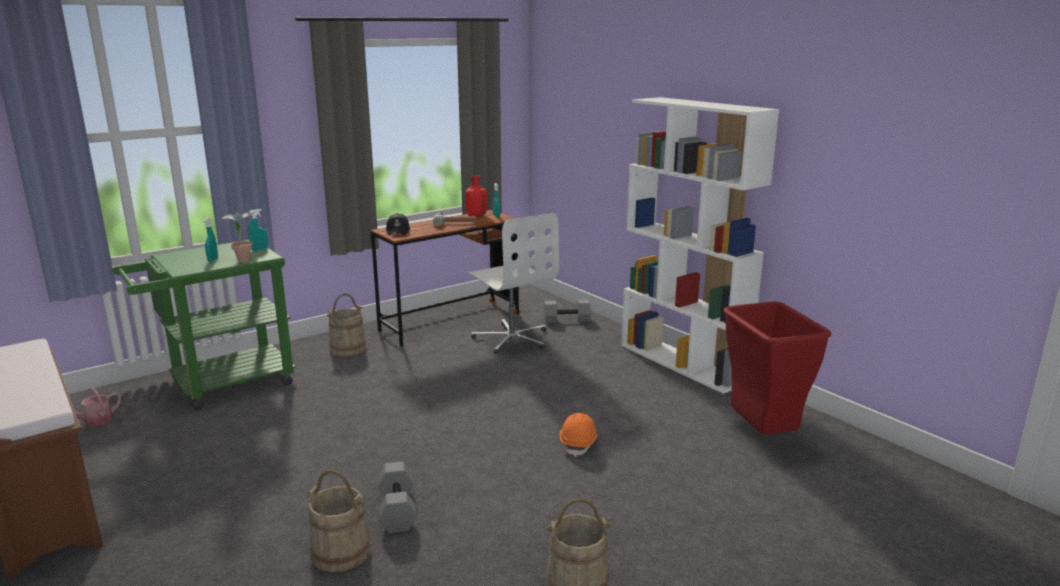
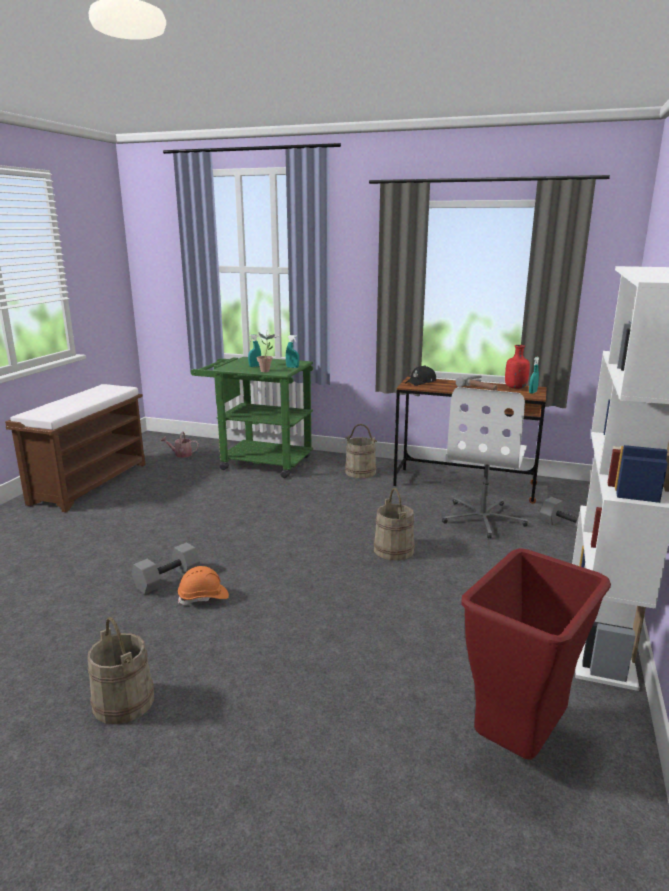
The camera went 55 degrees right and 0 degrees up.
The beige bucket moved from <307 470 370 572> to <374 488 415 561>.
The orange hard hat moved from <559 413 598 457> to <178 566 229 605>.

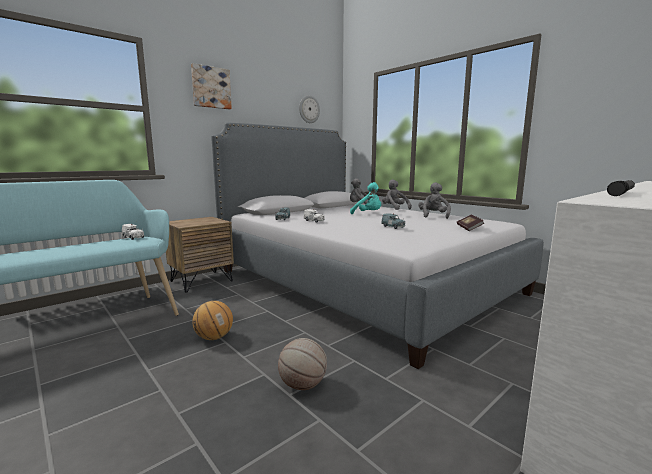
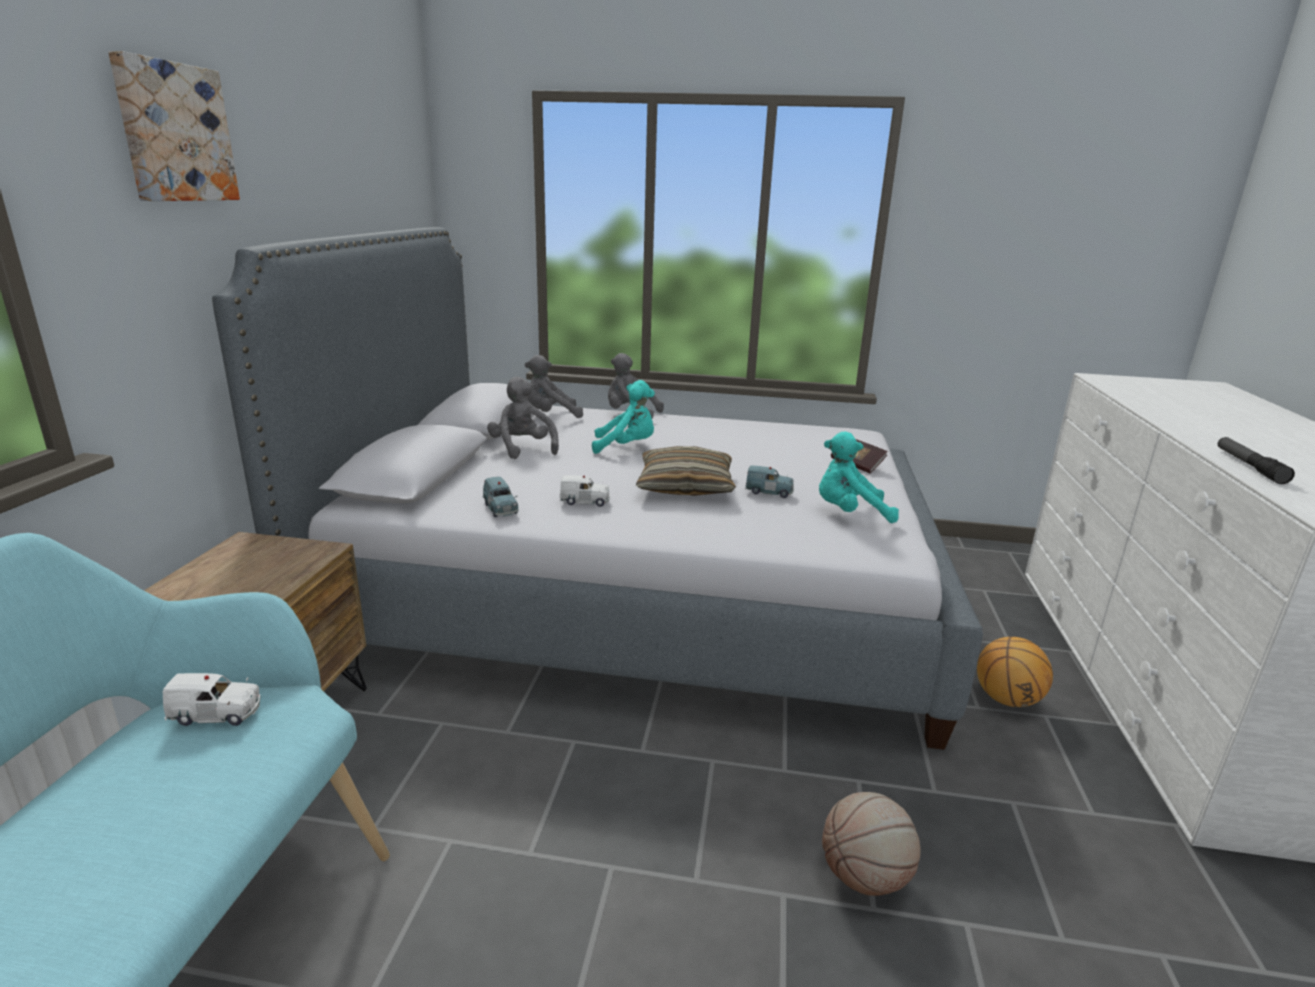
The camera went 40 degrees left and 10 degrees up.
The wall clock at <299 95 320 123> disappeared.
The pillow at <636 446 736 496> appeared.
The turquoise plush toy at <819 432 899 523> appeared.
The basketball moved from <192 301 233 340> to <977 637 1053 707>.
The grey plush toy moved from <418 182 451 219> to <487 377 559 459>.

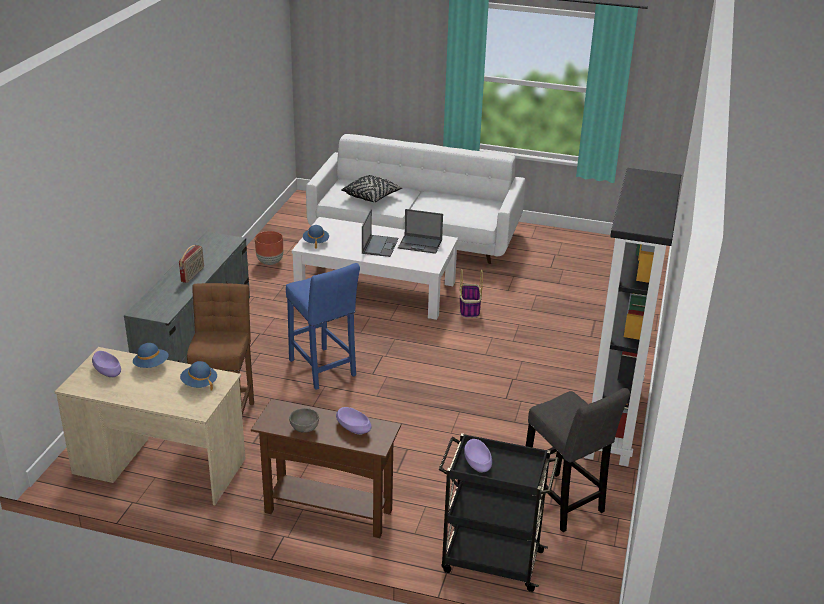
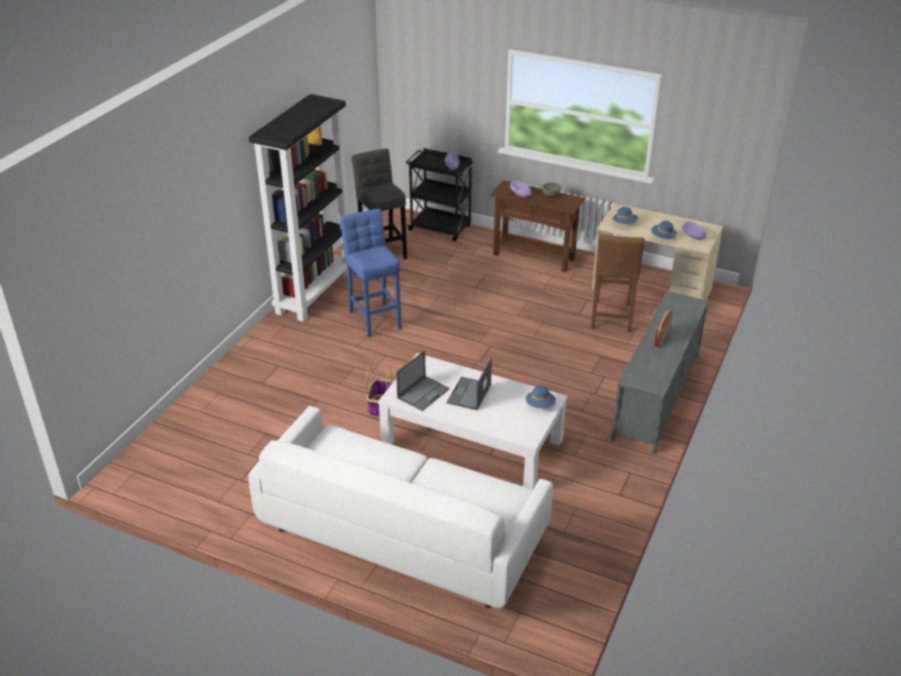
The camera went 170 degrees left and 5 degrees up.
The brown planter at <255 231 283 265> disappeared.
The black pillow at <341 175 403 202> disappeared.
The blue stool moved from <286 263 360 390> to <340 208 402 338>.
The laptop at <398 209 443 254> turned 105 degrees clockwise.

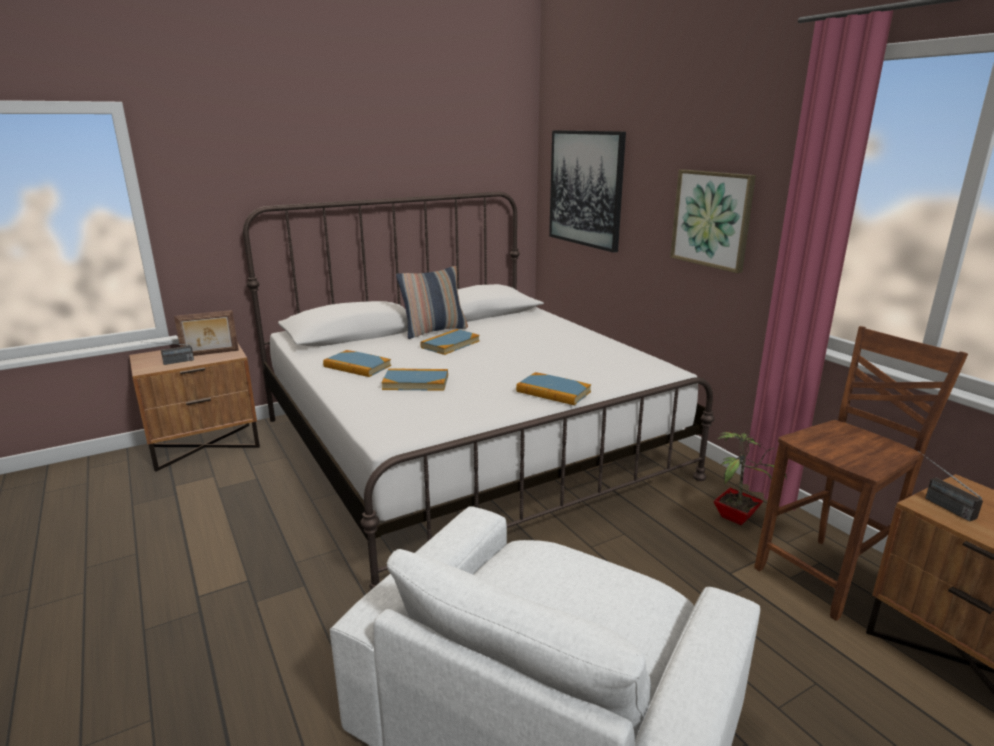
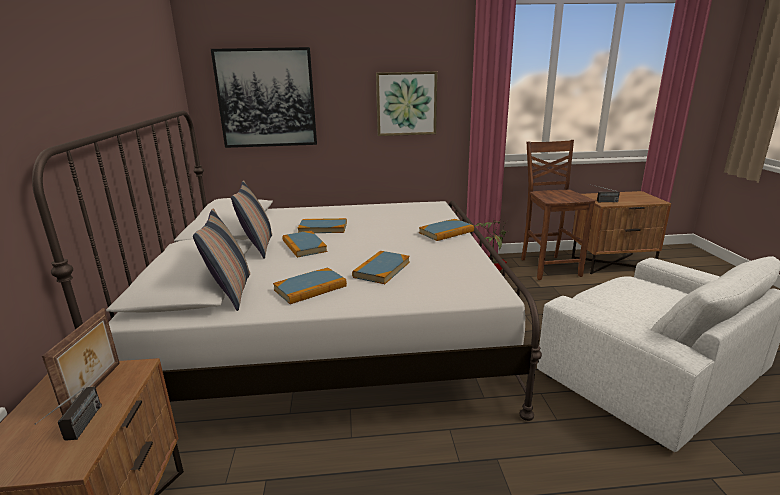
The camera went 65 degrees left and 0 degrees up.
The pillow at <193 208 250 311> appeared.
The book at <298 218 347 233> appeared.

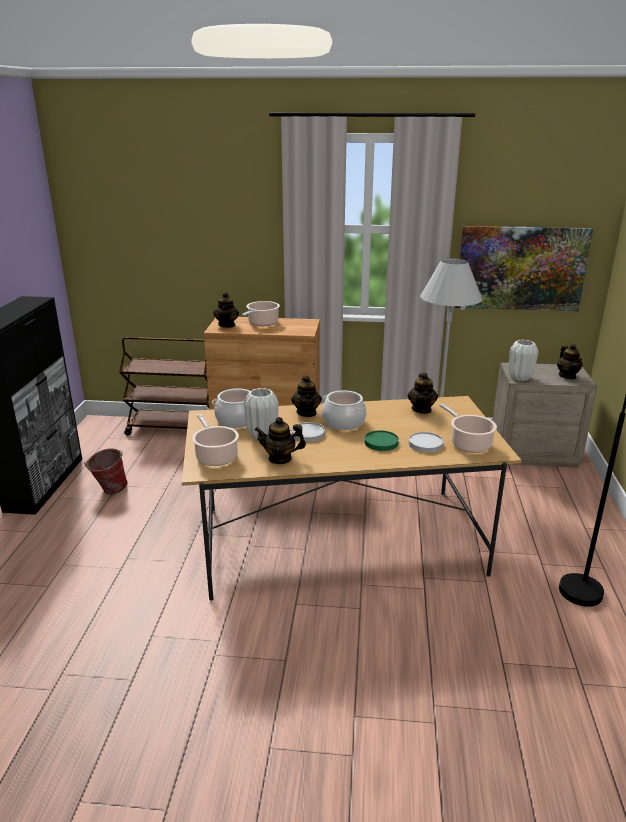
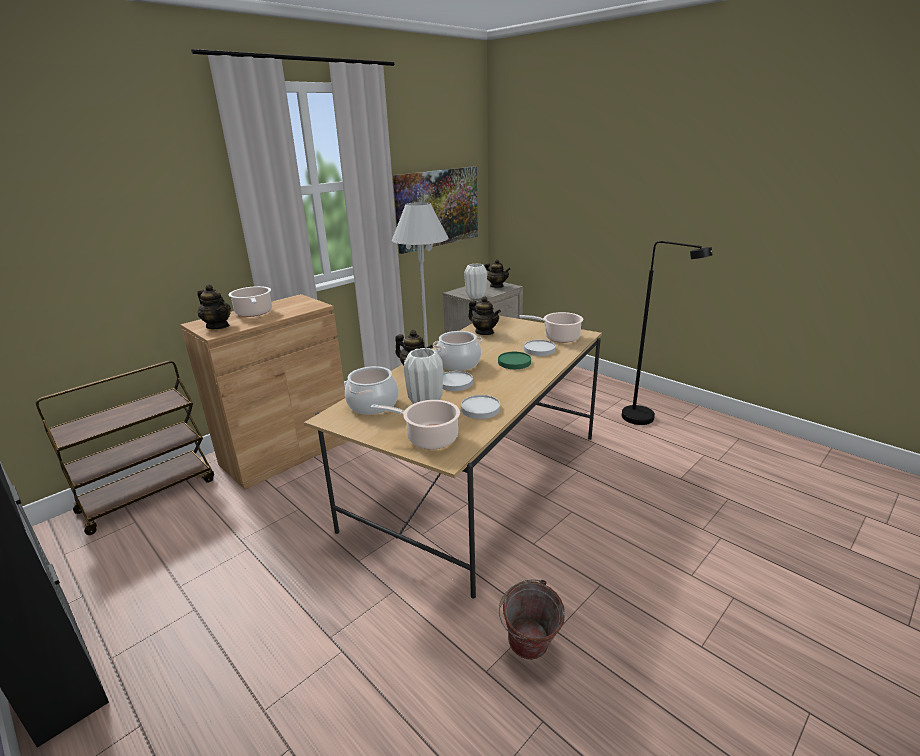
The camera went 50 degrees left and 0 degrees up.
The bucket moved from <84 448 128 494> to <499 579 565 659>.
The teapot at <254 417 306 464> was replaced by the white plate at <461 395 500 419>.

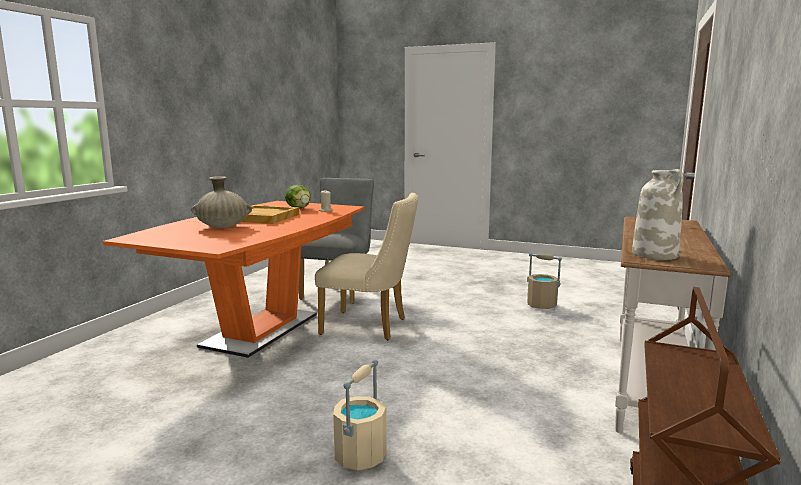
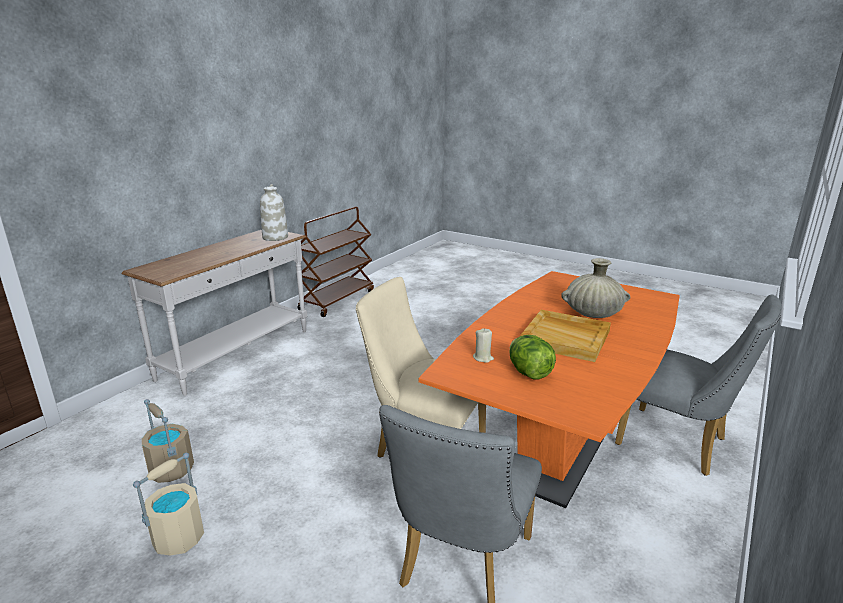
The camera went 170 degrees left and 10 degrees up.
The grey chair at <615 295 782 476> appeared.
The beige bucket moved from <333 360 387 471> to <133 453 204 556>.

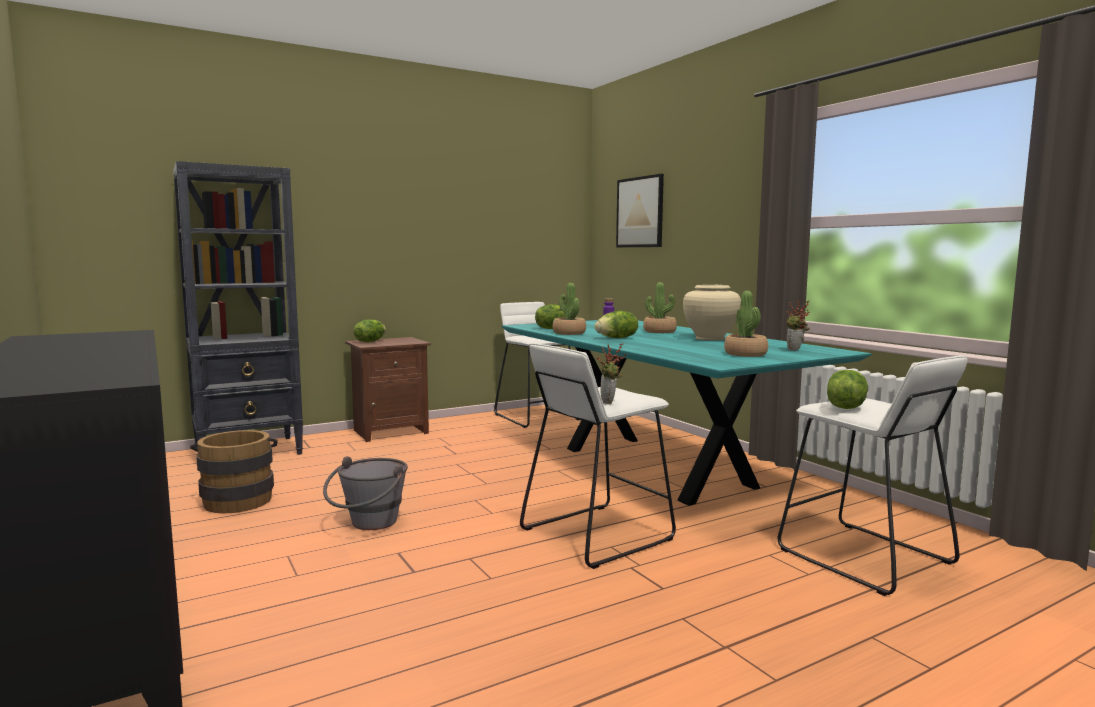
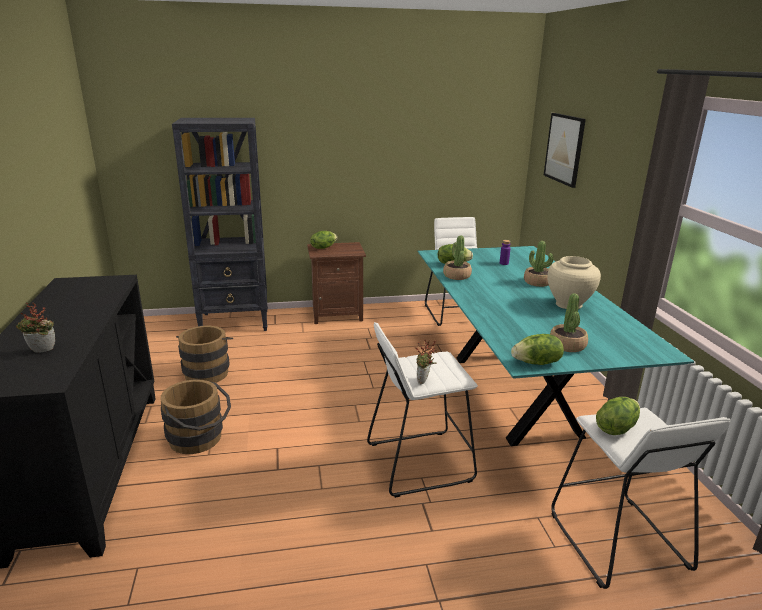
The camera went 20 degrees right and 15 degrees up.
The grey bucket at <323 456 408 530> disappeared.
The brown bucket at <161 380 231 454> appeared.
The lettuce moved from <595 311 638 338> to <511 334 564 365>.
The potted plant moved from <786 301 810 350> to <16 302 55 353>.

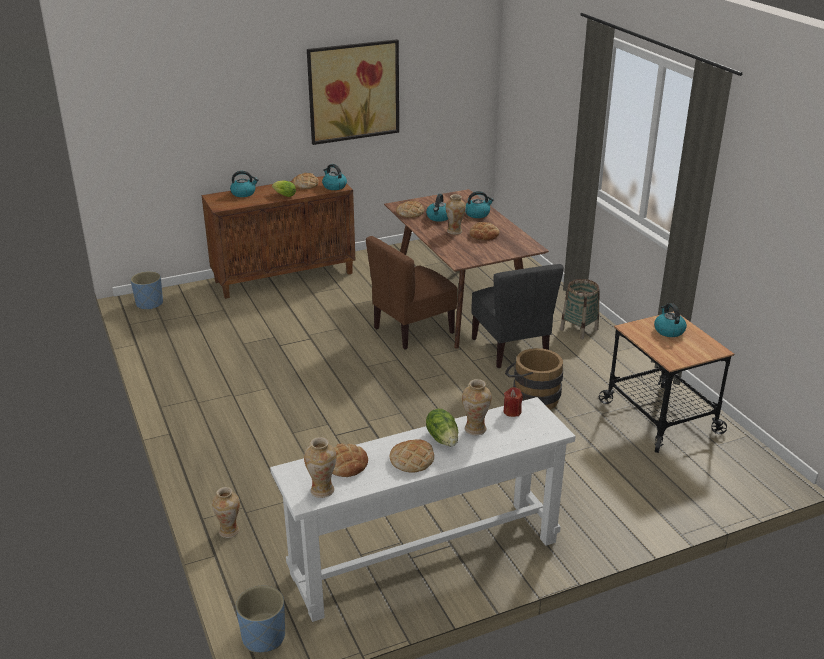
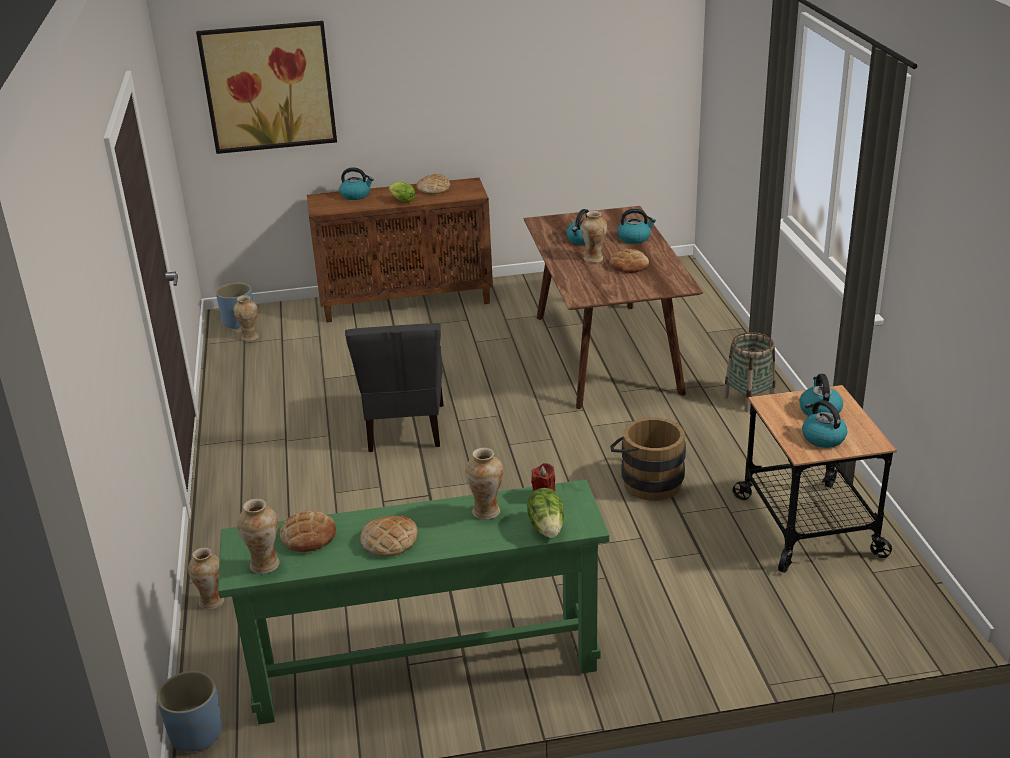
The camera went 15 degrees right and 0 degrees up.
The brown chair at <366 236 457 350> disappeared.
The bread at <396 201 424 218> disappeared.
The vase at <234 295 259 341> appeared.
The picture moved from <307 39 399 145> to <196 21 337 154>.
The kettle moved from <322 164 347 190> to <802 400 847 448>.
The lettuce moved from <426 409 458 446> to <527 488 564 538>.
The grey chair moved from <472 264 564 368> to <345 323 443 452>.
The white console table at <270 397 576 622> became the green console table at <218 479 610 725>.

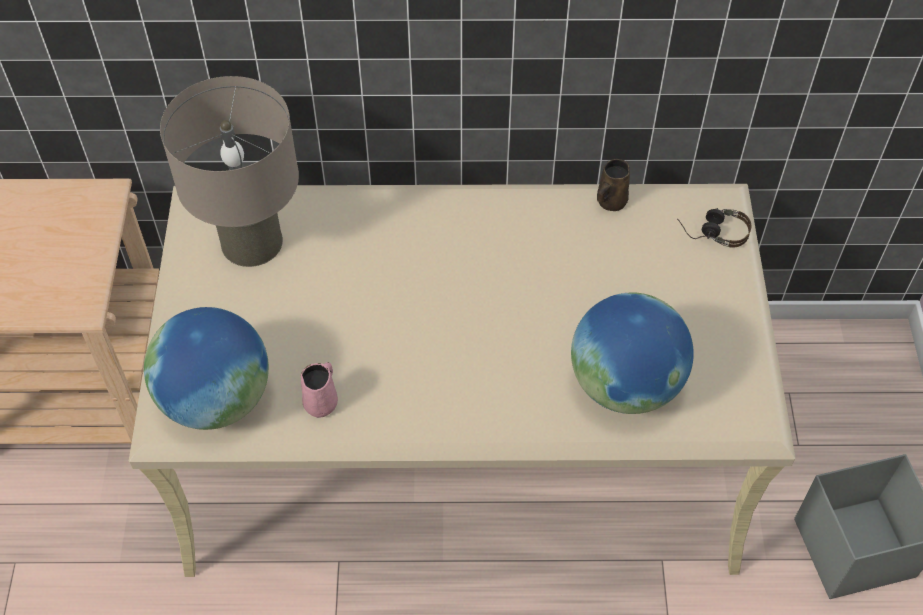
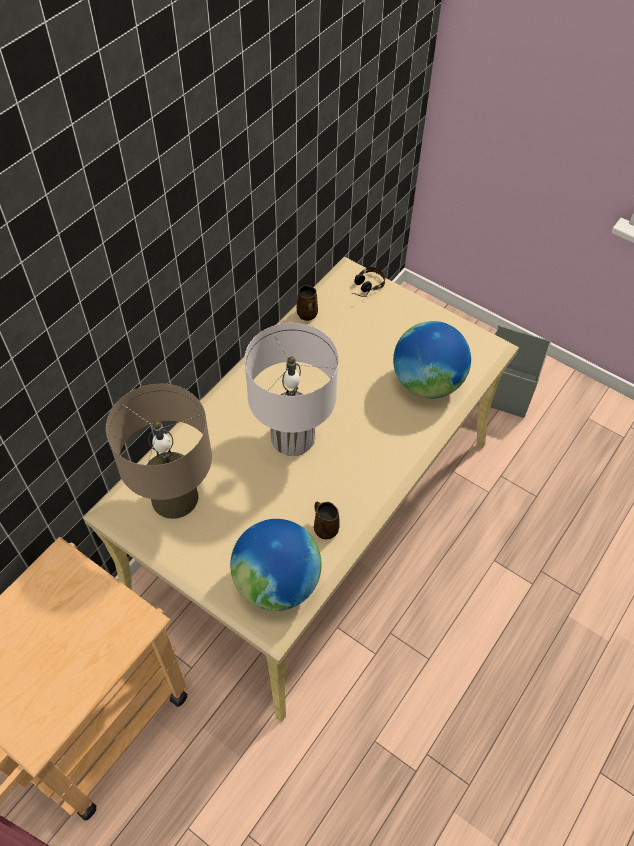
The camera went 55 degrees left and 0 degrees up.
The white table lamp at <244 323 339 456> appeared.
The pink mug at <301 362 338 418> became the brown mug at <314 502 340 539>.

